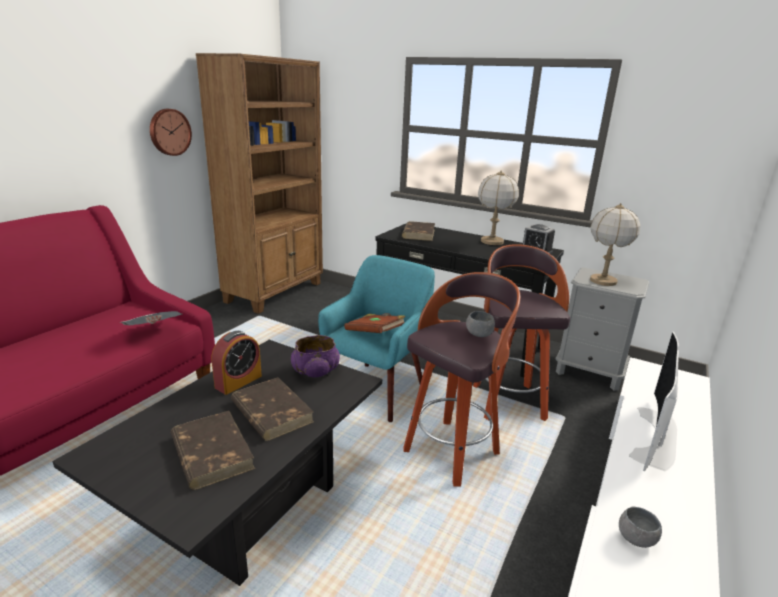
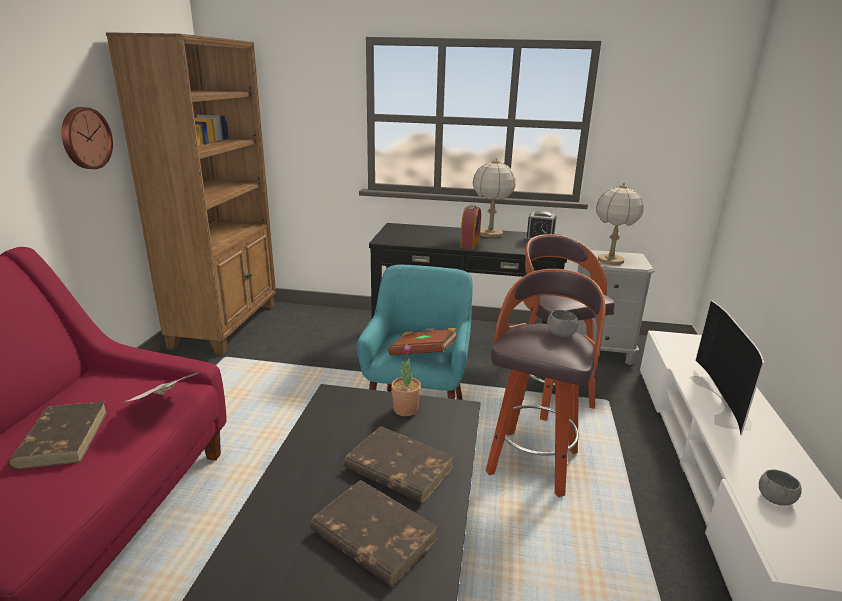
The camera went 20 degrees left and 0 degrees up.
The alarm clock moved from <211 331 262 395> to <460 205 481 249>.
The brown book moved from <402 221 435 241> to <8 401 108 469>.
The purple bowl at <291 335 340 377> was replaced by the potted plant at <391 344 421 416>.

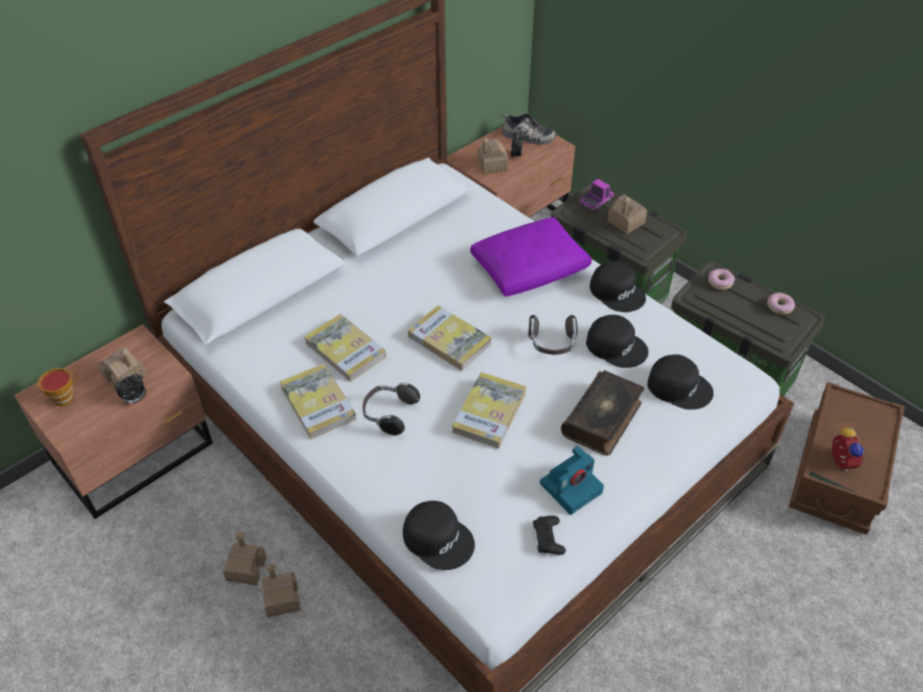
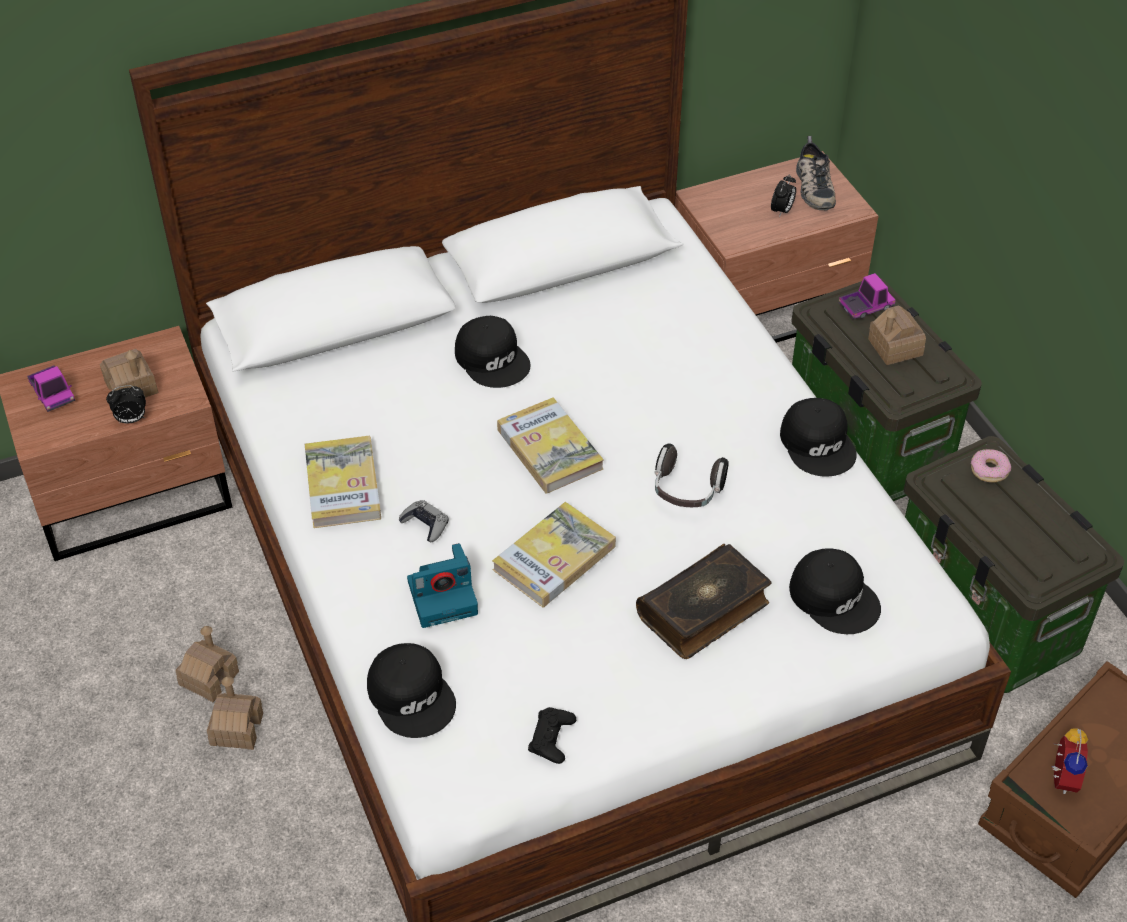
The camera went 20 degrees right and 0 degrees up.
The book at <304 314 386 382> disappeared.
The purple pillow at <470 217 592 297> disappeared.
The toy house at <478 137 508 174> disappeared.
The donut at <767 292 795 315> disappeared.
The photo camera moved from <540 446 604 515> to <407 543 478 628>.
The black cap moved from <586 315 649 368> to <455 316 530 388>.
The cup at <38 368 78 406> was replaced by the toy truck at <27 365 75 412>.
The headphones at <362 383 420 435> was replaced by the grey game controller at <399 500 449 542>.
The shoe at <501 114 556 145> turned 45 degrees clockwise.

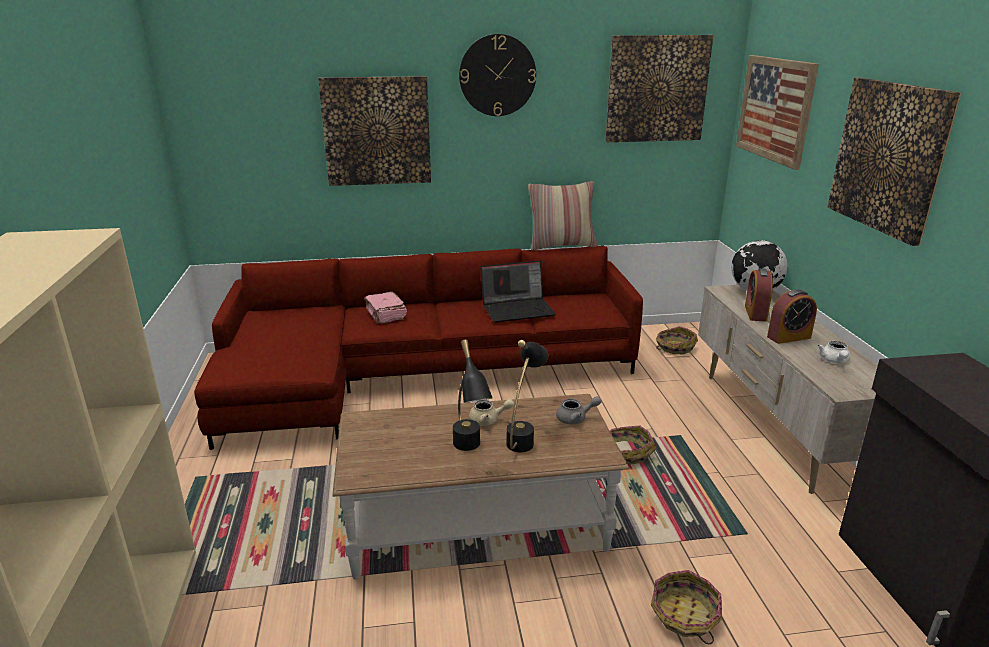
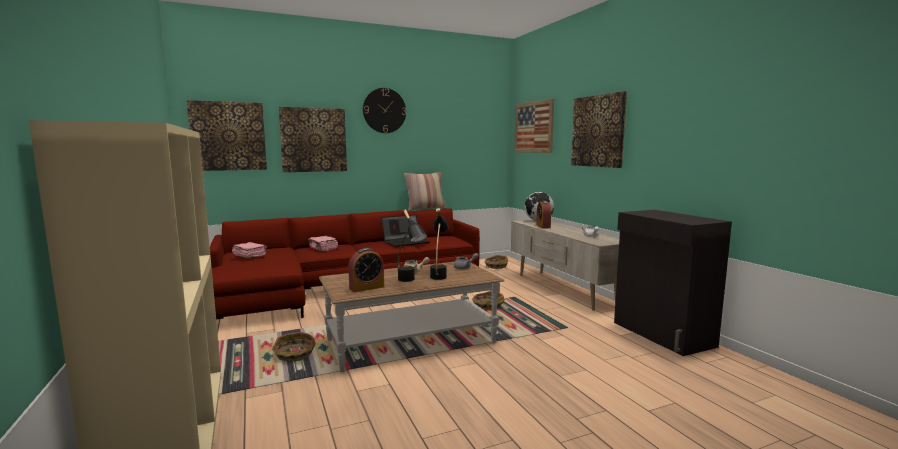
The camera went 15 degrees left and 15 degrees down.
The pink book at <232 242 267 258> appeared.
The picture moved from <605 35 713 142> to <187 100 267 171>.
The basket moved from <651 570 722 644> to <272 332 316 362>.
The alarm clock moved from <767 290 817 344> to <349 248 384 292>.

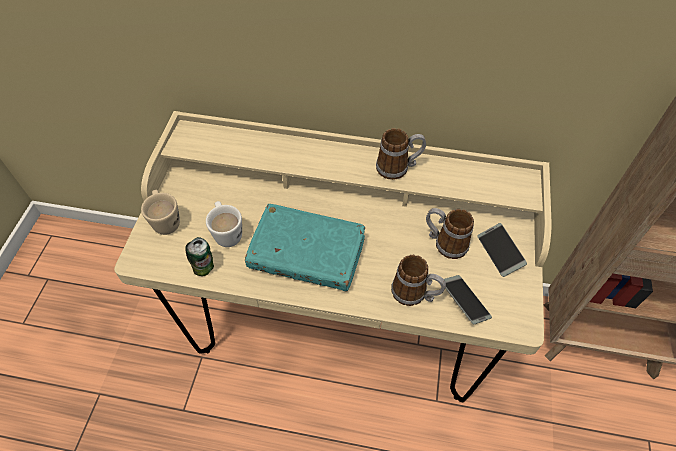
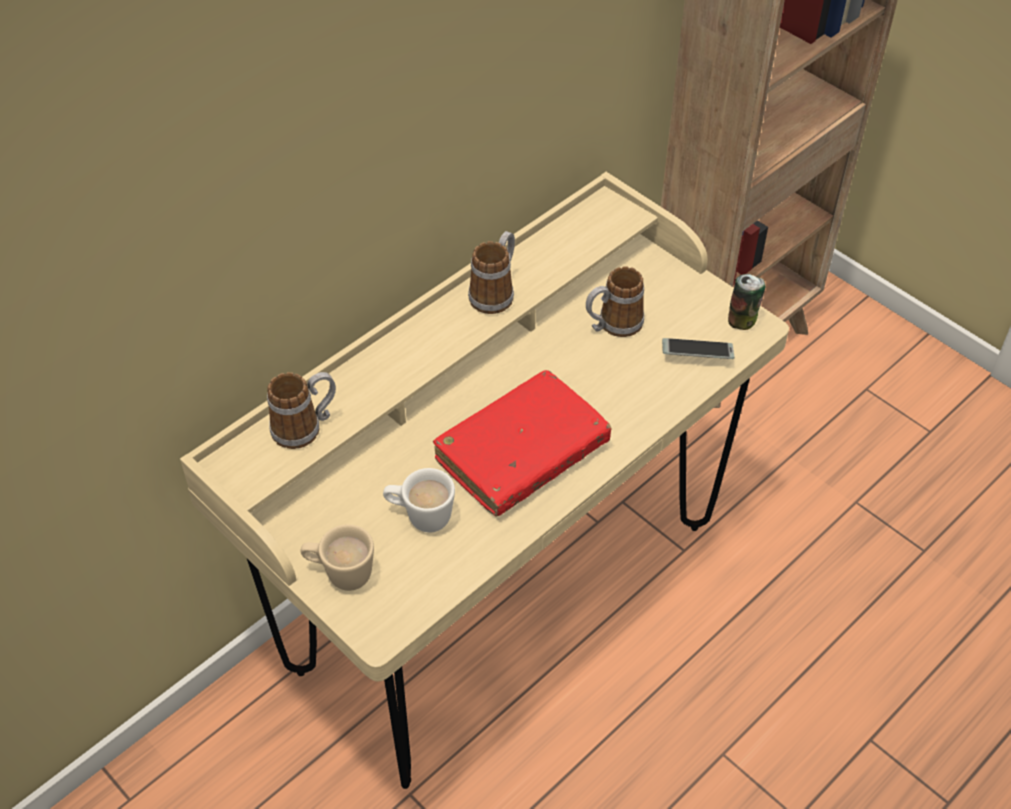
The camera went 55 degrees left and 5 degrees down.
The phone at <477 223 527 277> disappeared.
The can moved from <185 237 214 276> to <728 274 765 330>.
The mug moved from <391 255 446 306> to <267 372 336 449>.
The turquoise book at <245 204 365 291> became the red book at <433 370 612 517>.

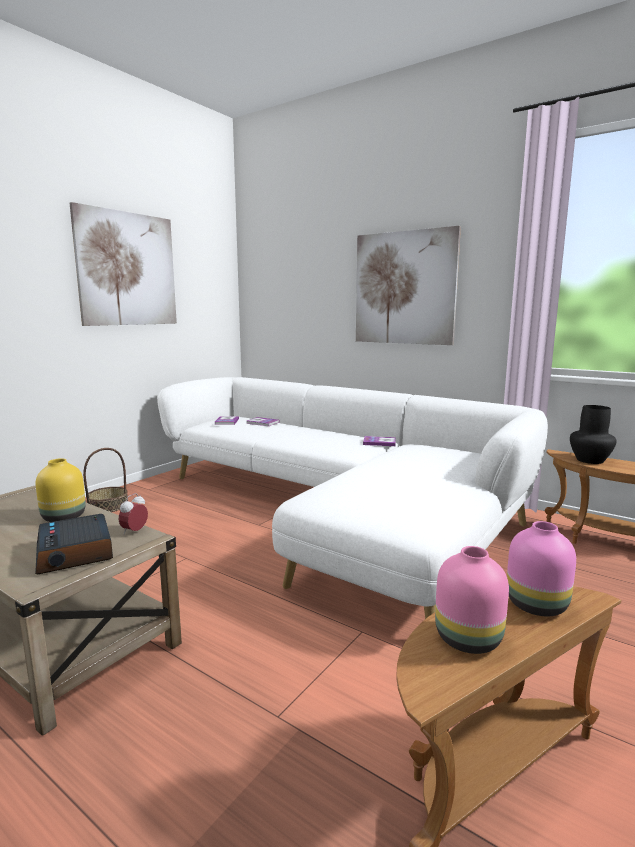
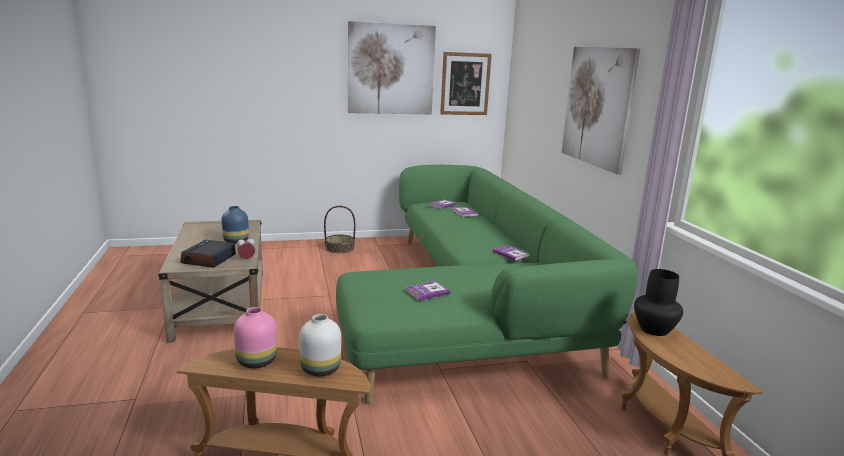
The camera went 40 degrees right and 5 degrees up.
The book at <405 281 450 301> appeared.
The picture at <440 52 492 115> appeared.
The yellow vase at <36 458 86 522> became the blue vase at <222 206 249 244>.
The white sofa at <157 377 548 619> became the green sofa at <336 165 638 404>.
The pink vase at <507 521 576 616> became the white vase at <299 314 341 377>.

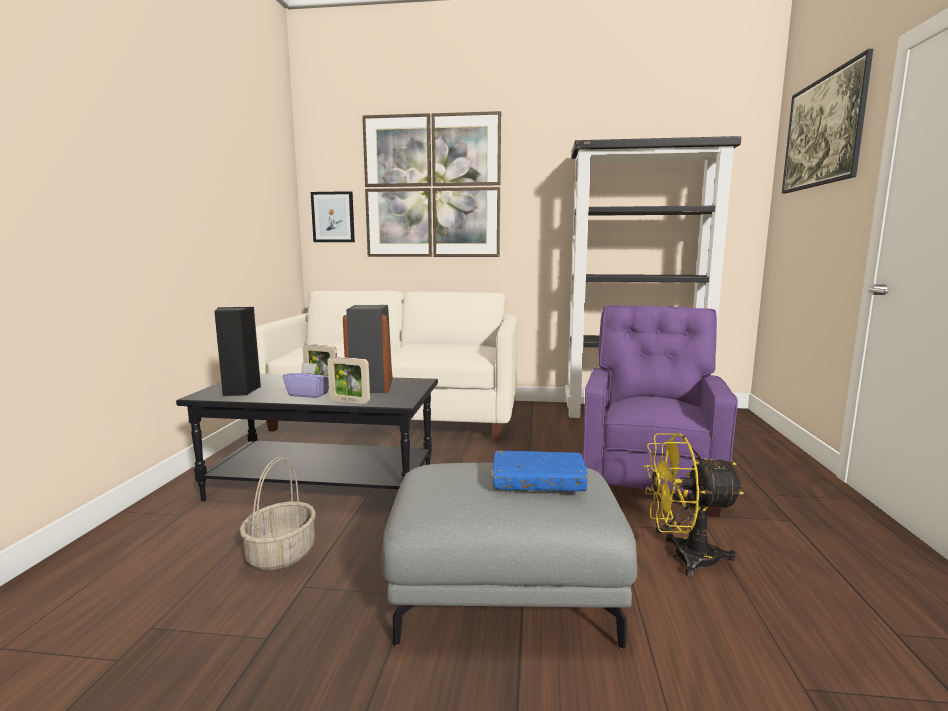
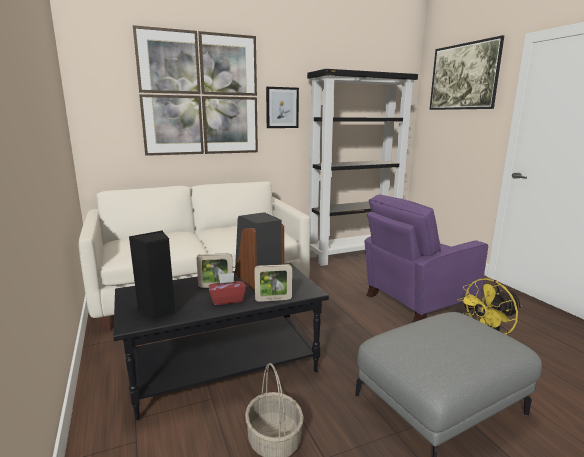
The camera went 30 degrees left and 5 degrees up.
The blue book at <493 451 588 491> disappeared.
The picture moved from <311 191 355 242> to <266 87 299 128>.
The purple tissue box at <283 362 329 398> became the red tissue box at <209 273 246 305>.
The purple armchair at <583 305 738 517> turned 105 degrees counterclockwise.

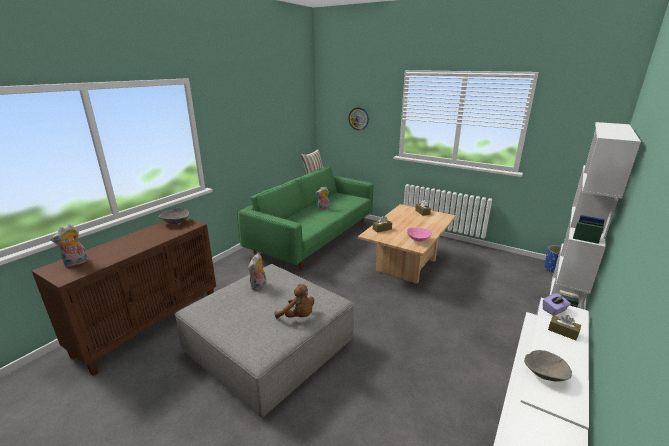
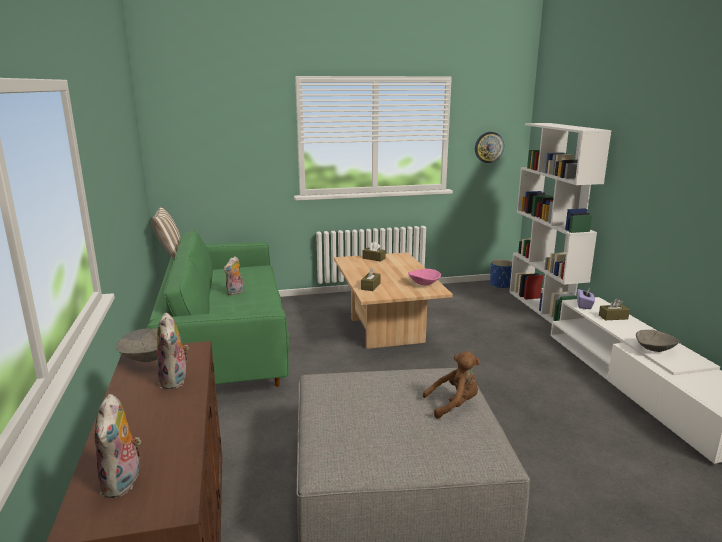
The camera went 45 degrees left and 5 degrees down.
The plush toy moved from <248 253 266 290> to <157 313 189 389>.
The wall clock moved from <348 107 369 130> to <475 132 504 163>.

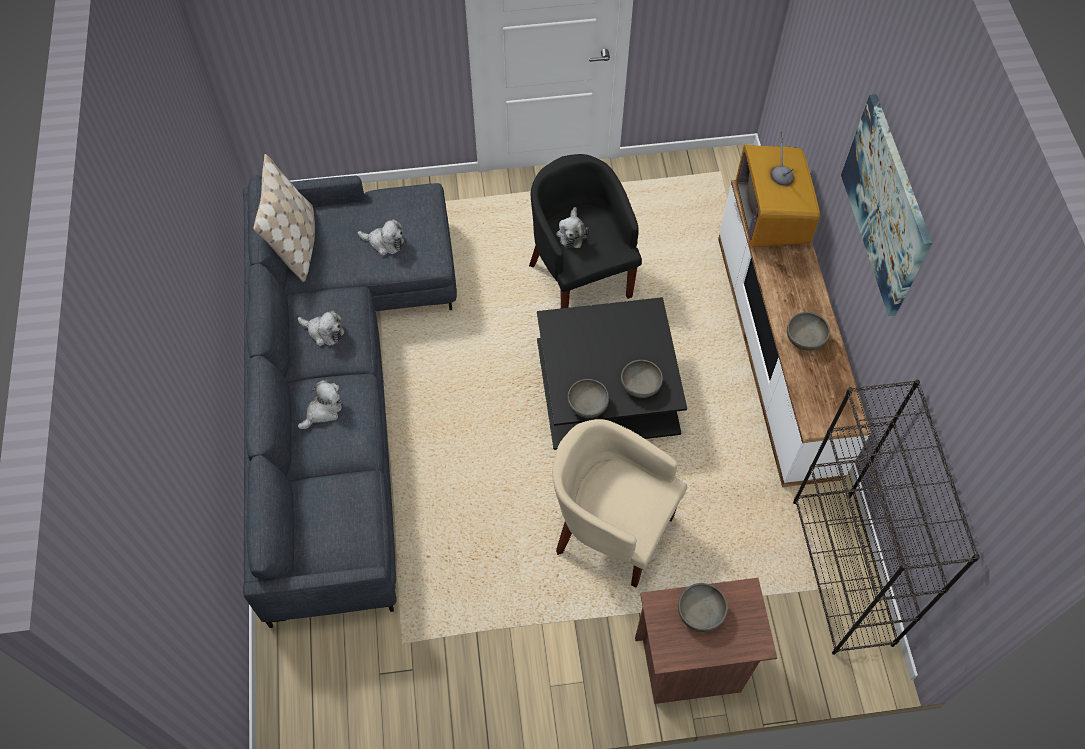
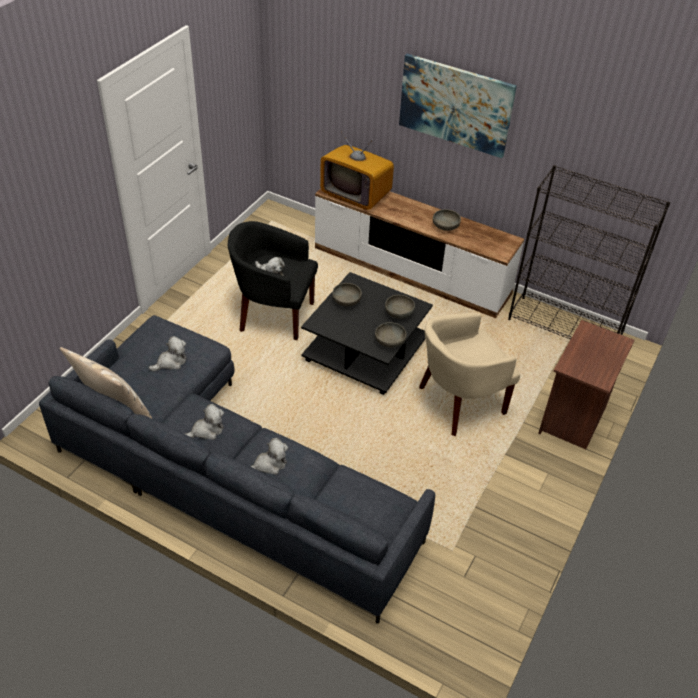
The camera went 55 degrees left and 15 degrees down.
The grey bowl moved from <678 583 728 632> to <332 283 362 307>.
The plush toy at <298 380 342 429> turned 75 degrees clockwise.

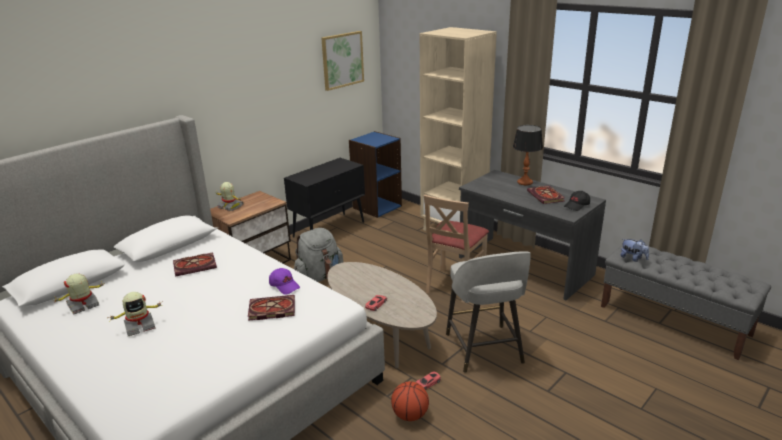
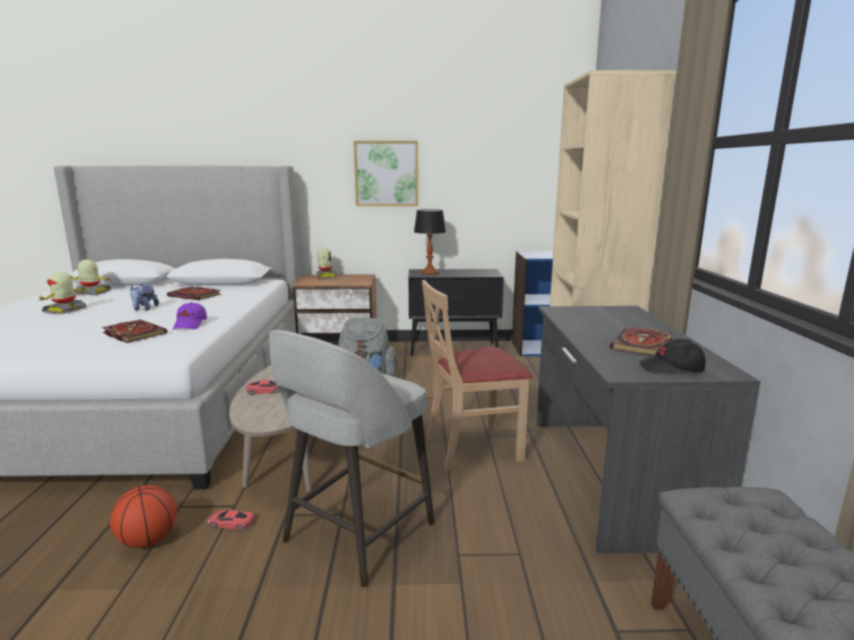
The camera went 45 degrees right and 10 degrees down.
The picture moved from <321 31 364 91> to <354 141 418 206>.
The table lamp moved from <513 125 543 185> to <414 209 446 275>.
The plush toy moved from <620 239 649 262> to <130 284 159 311>.
The toy robot at <110 292 163 336> turned 90 degrees clockwise.

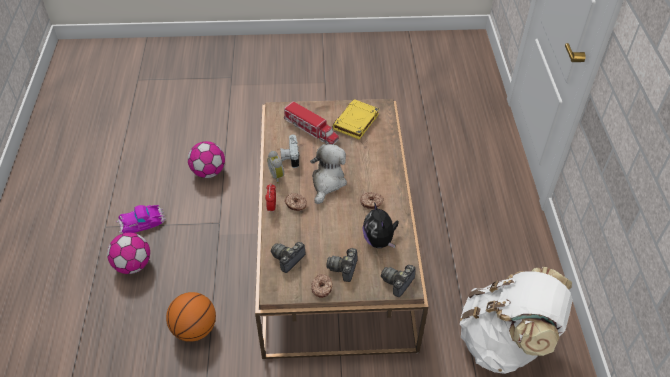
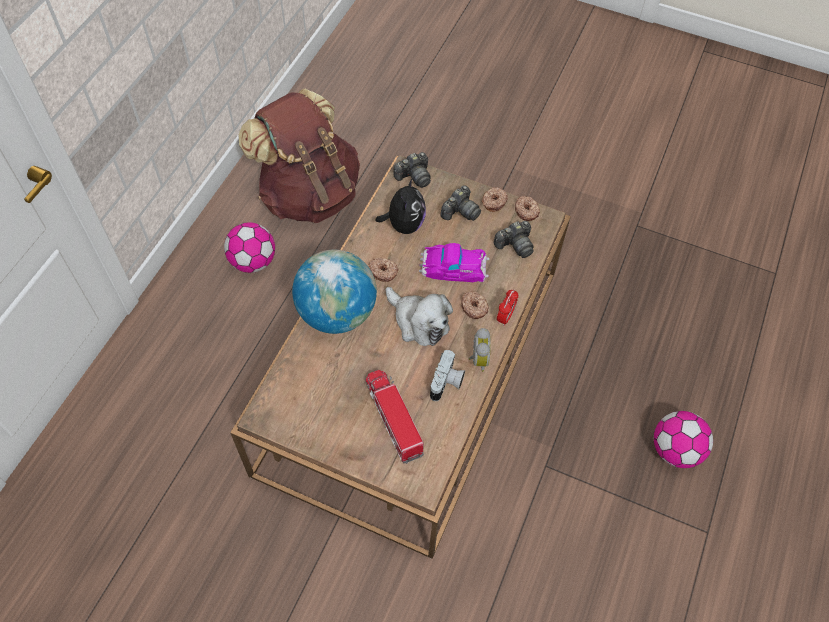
The camera went 155 degrees left and 10 degrees up.
The basketball at <166 292 216 342> disappeared.
The yellow book at <332 99 379 140> disappeared.
The globe at <292 250 377 334> appeared.
The donut at <515 196 540 221> appeared.
The toy car moved from <117 205 166 234> to <419 243 490 282>.
The football moved from <188 141 225 178> to <224 222 275 273>.
The white backpack at <460 267 573 374> became the brown backpack at <239 89 360 223>.
The plush toy at <310 144 347 204> turned 90 degrees counterclockwise.

